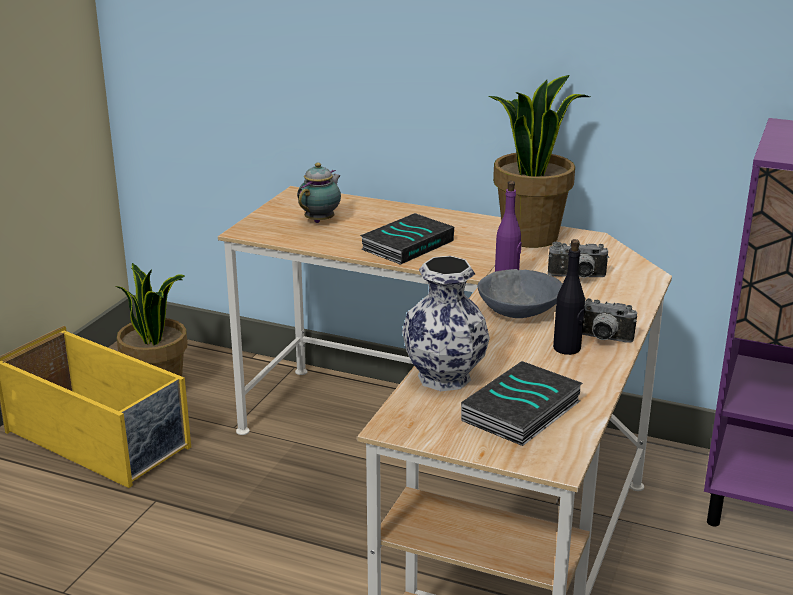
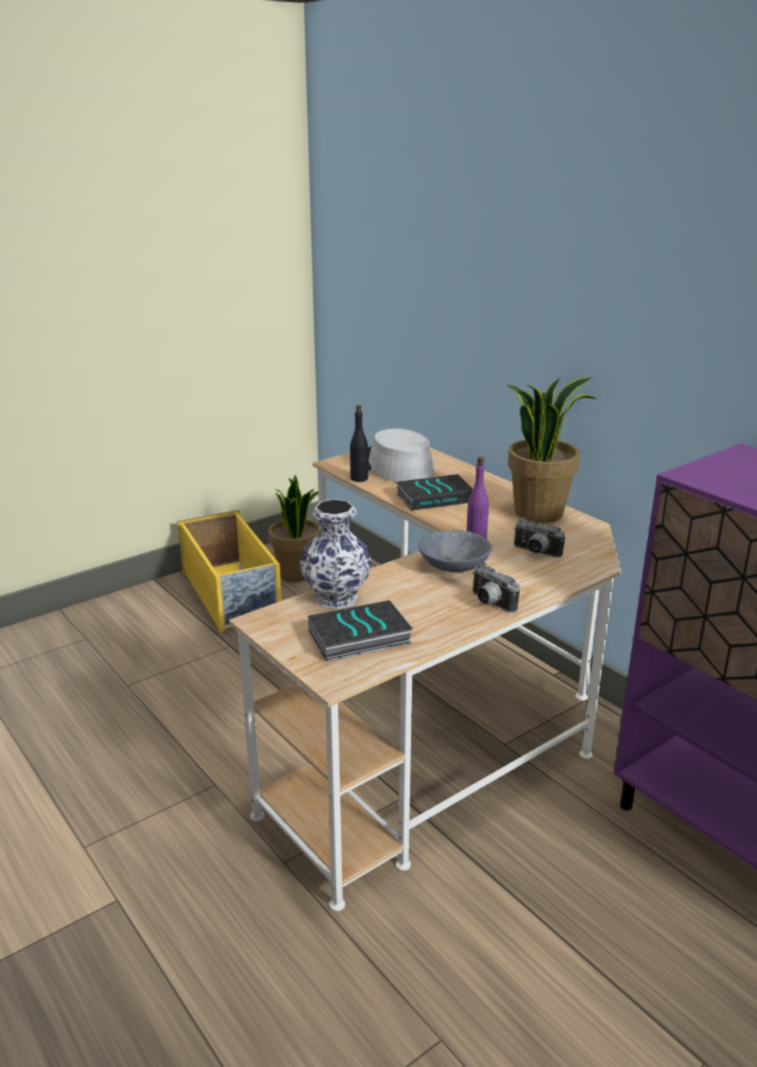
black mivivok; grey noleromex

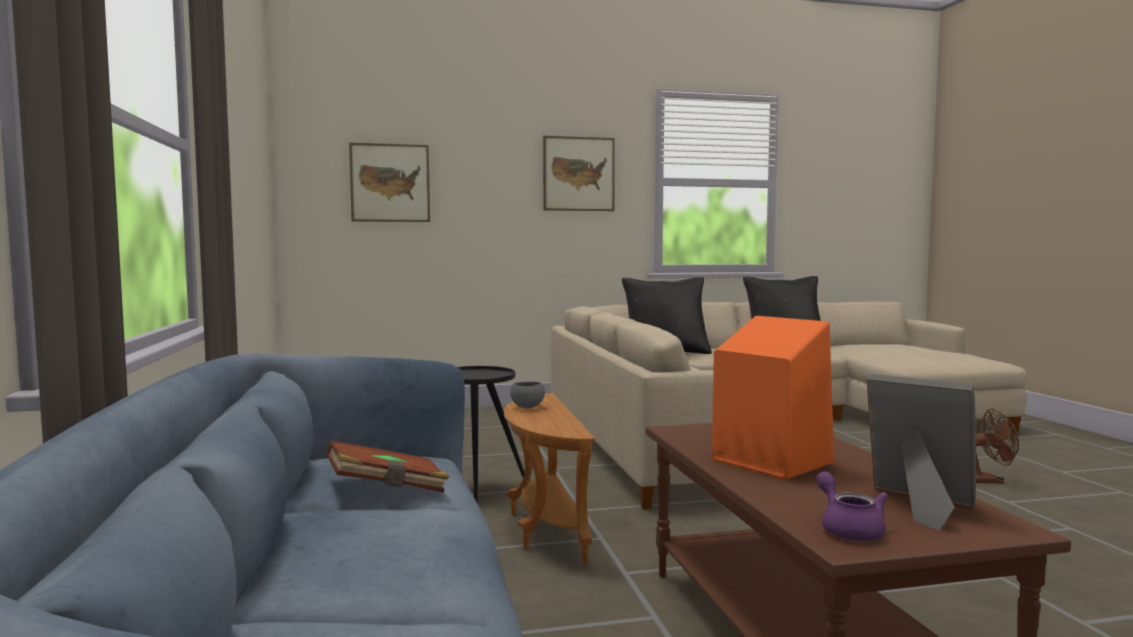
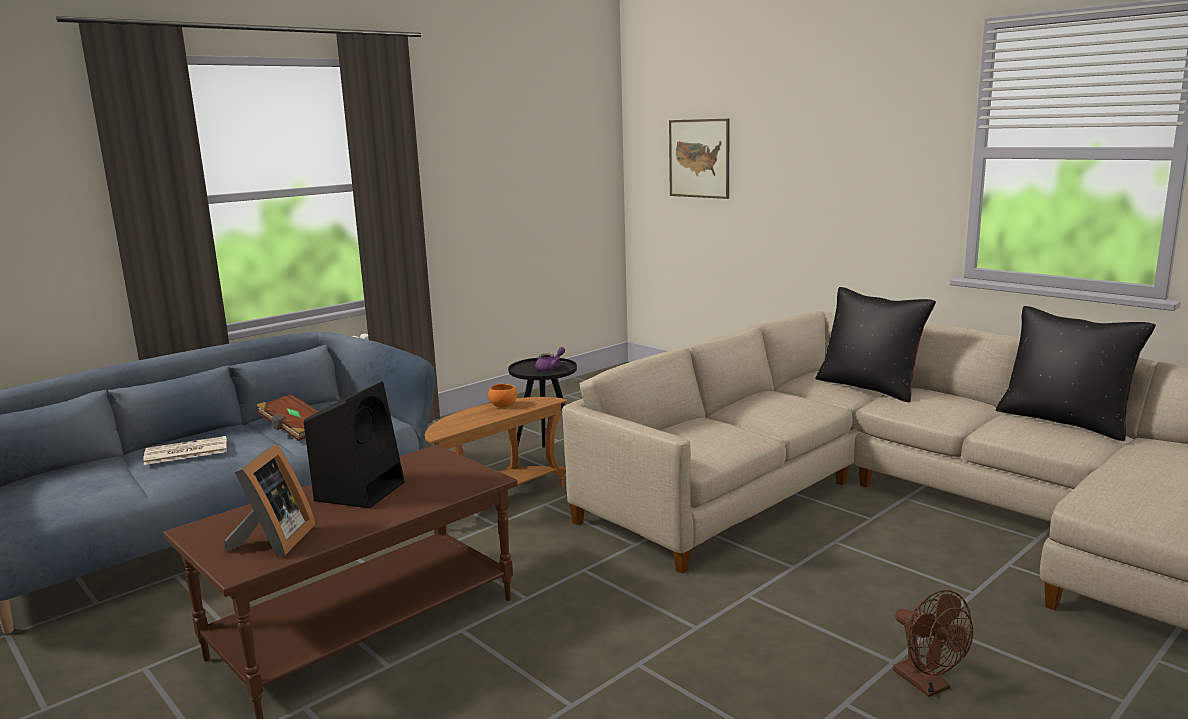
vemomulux (2nd from left in the first image); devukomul; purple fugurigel; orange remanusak; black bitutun

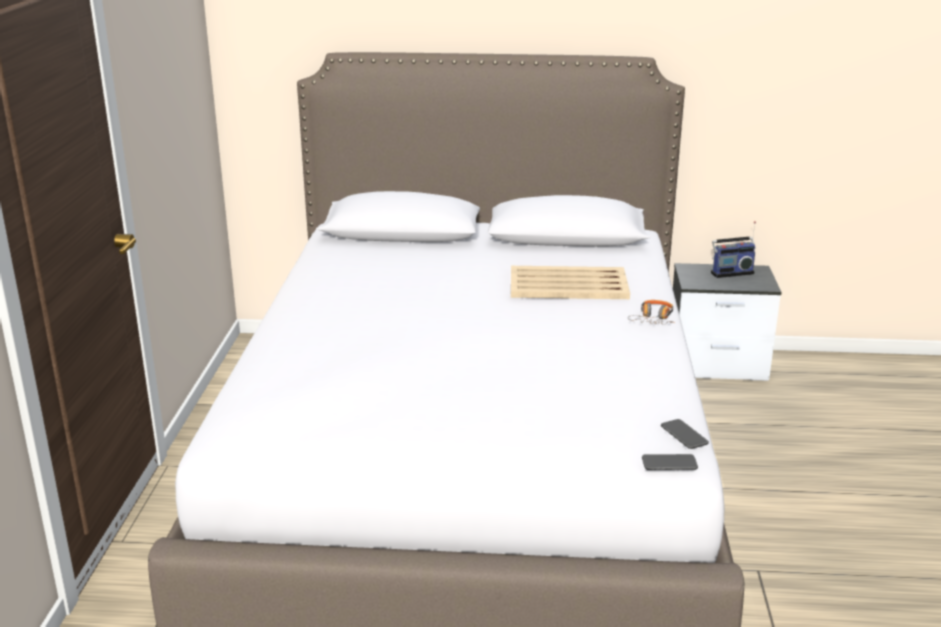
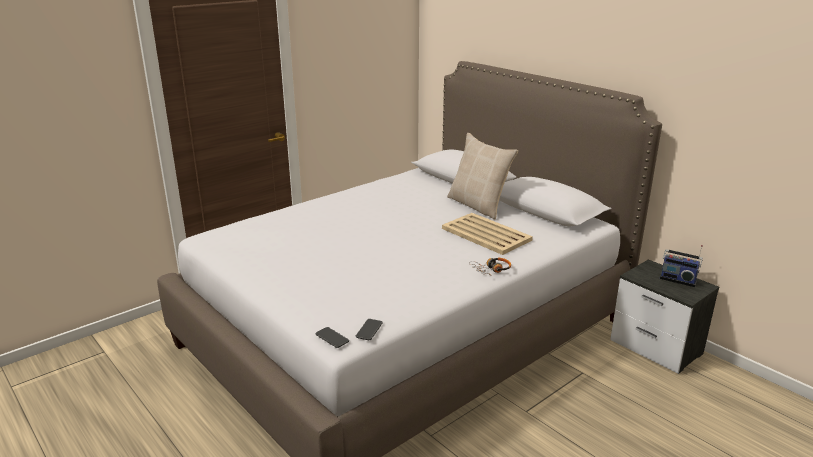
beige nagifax

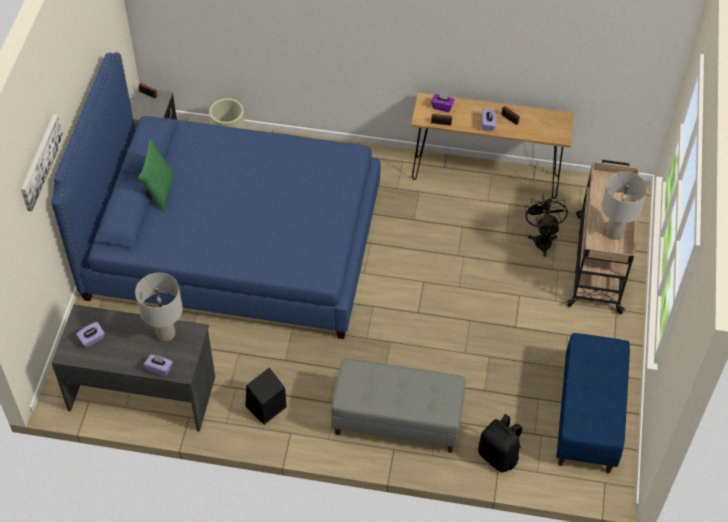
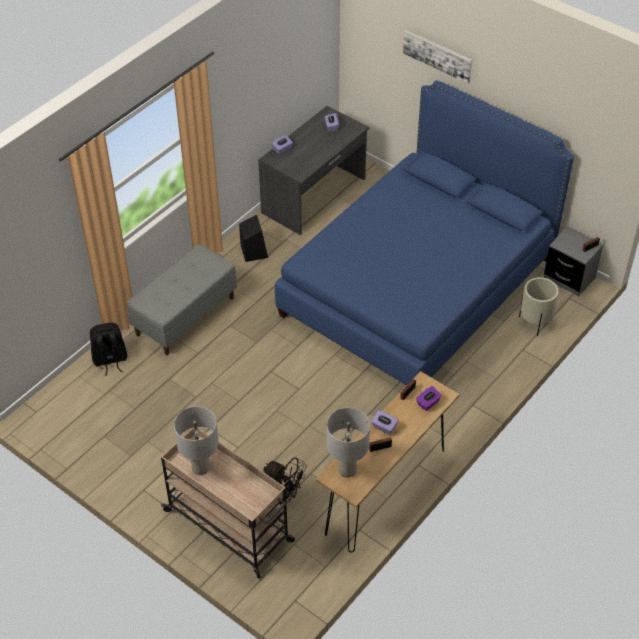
green nagifax; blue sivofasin; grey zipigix (2nd from left)

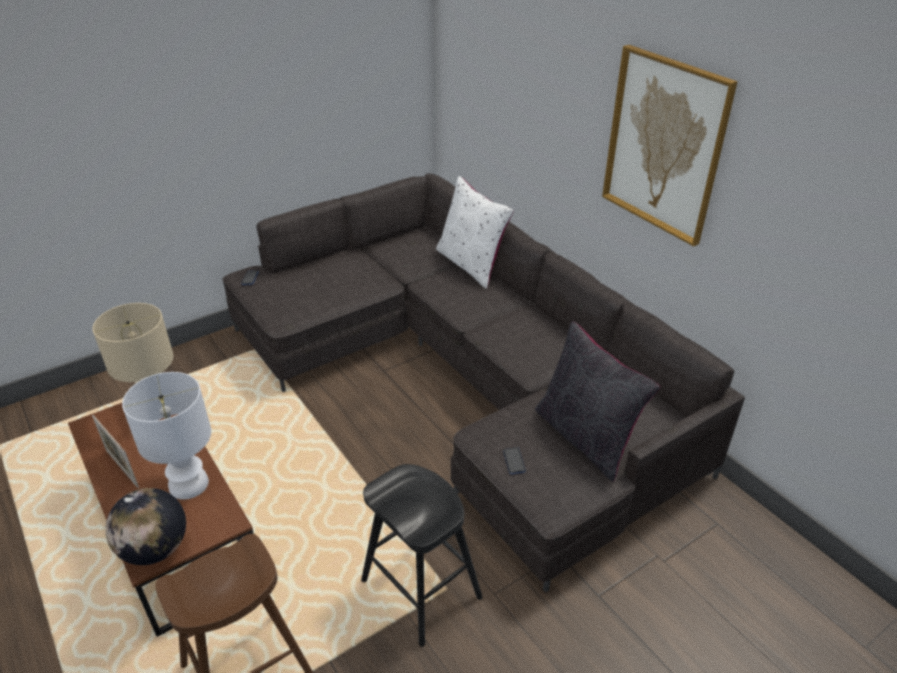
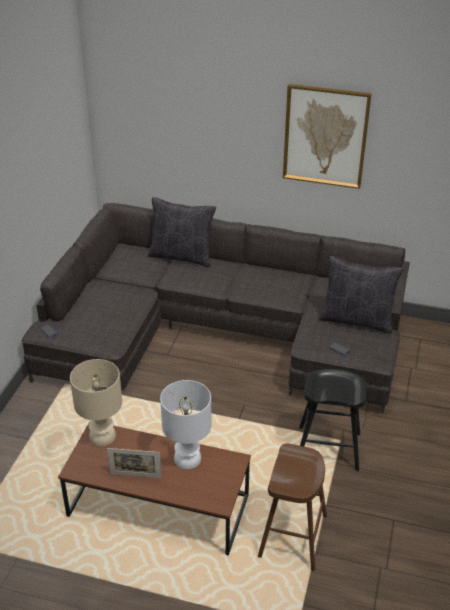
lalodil; black nagifax (1st from left)

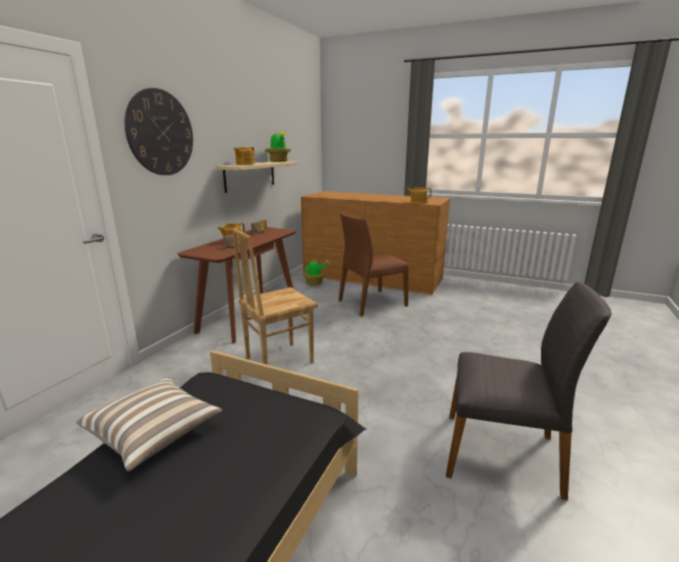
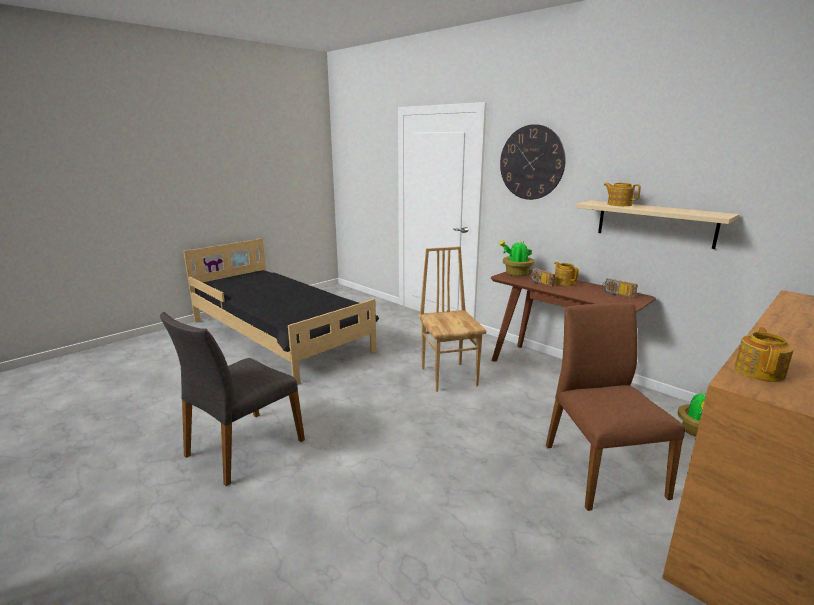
nagifax; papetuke (1st from left)

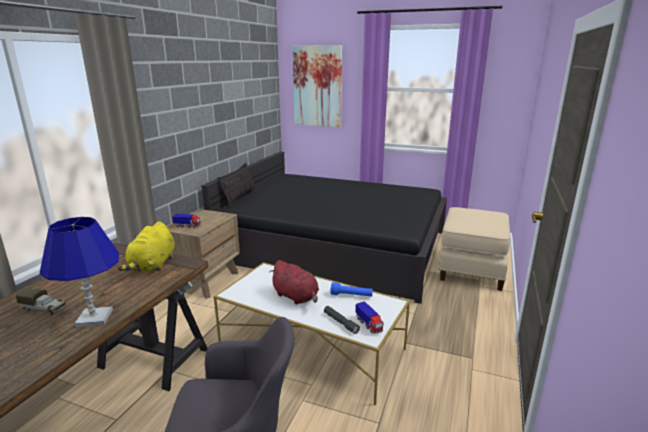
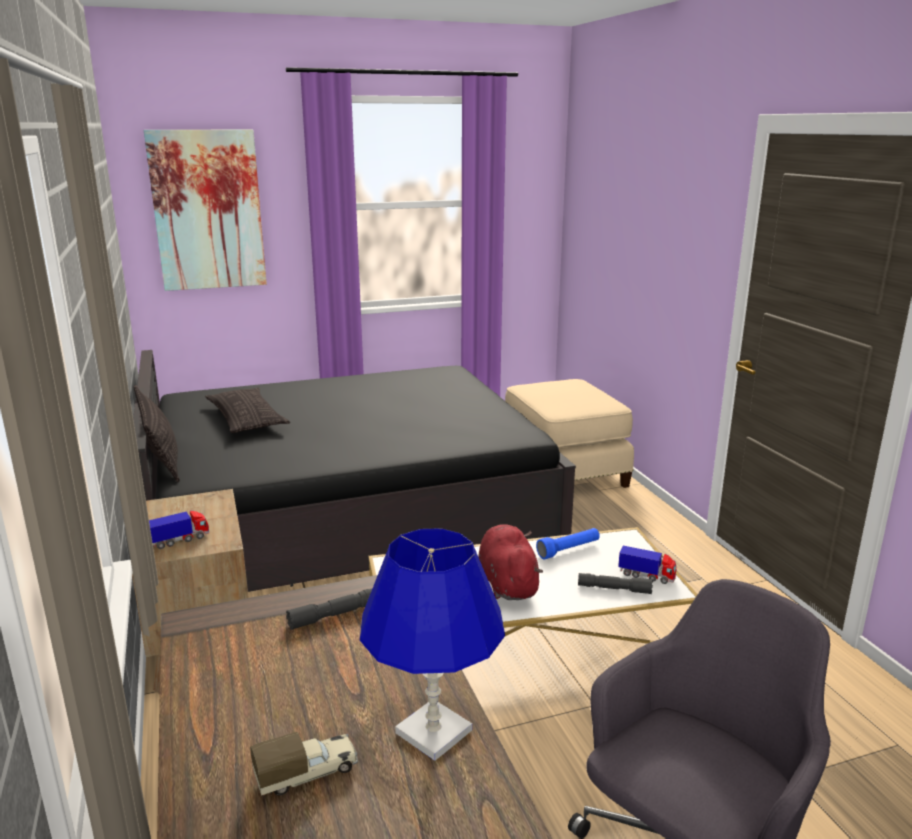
nagifax (2nd from left); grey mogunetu (1st from left); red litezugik

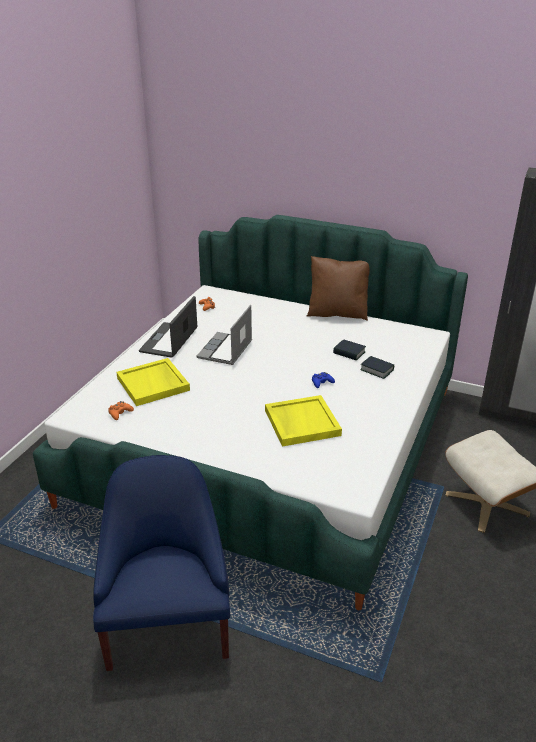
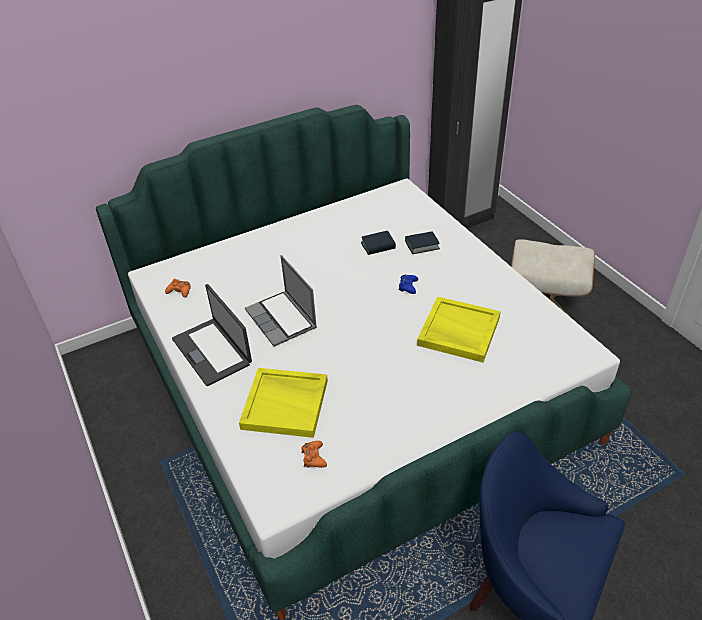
brown nagifax

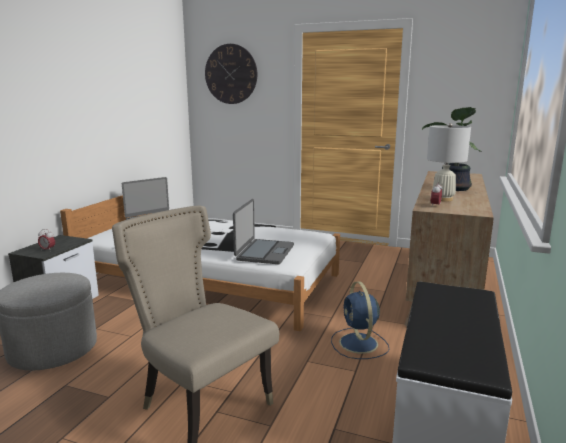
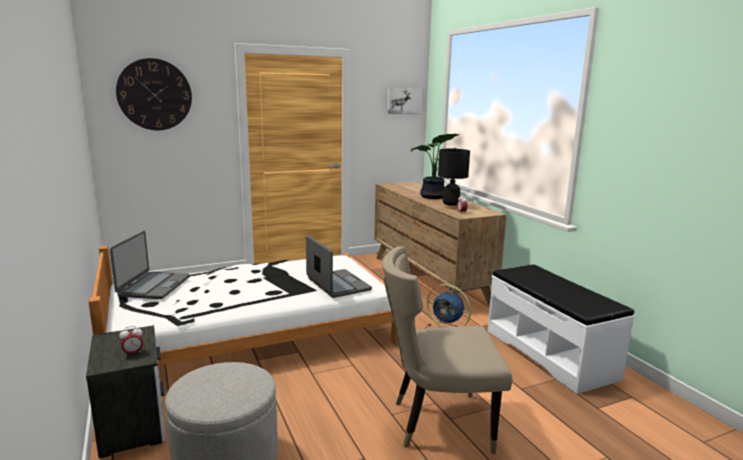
vemomulux; black zipigix

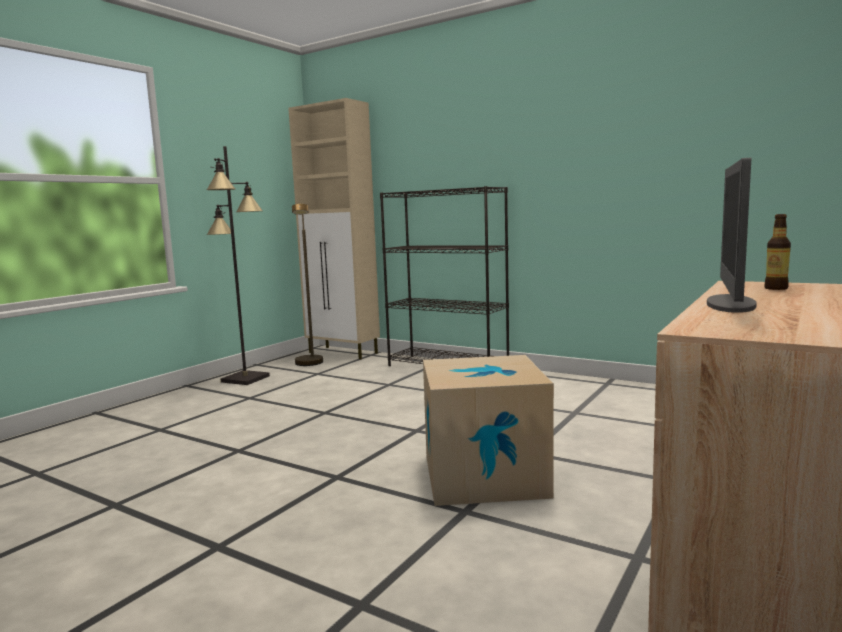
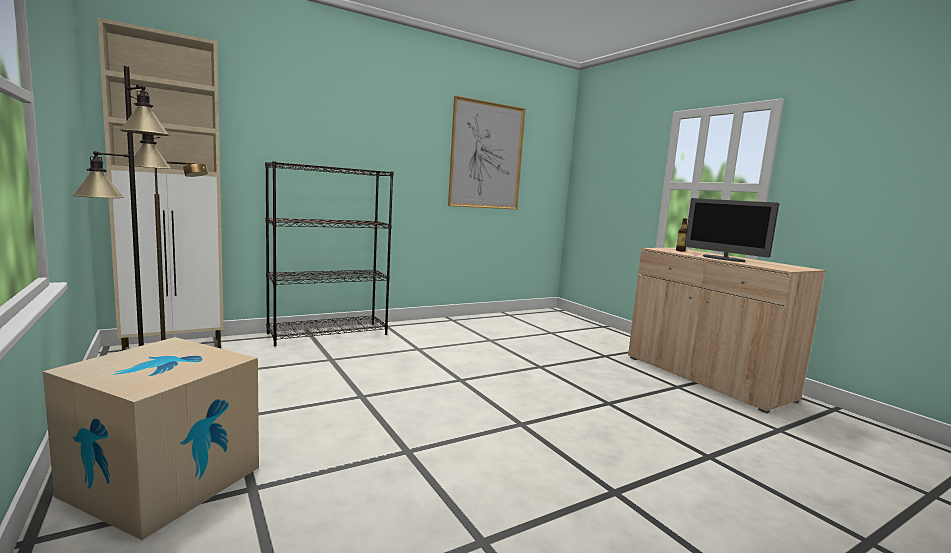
vemomulux; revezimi

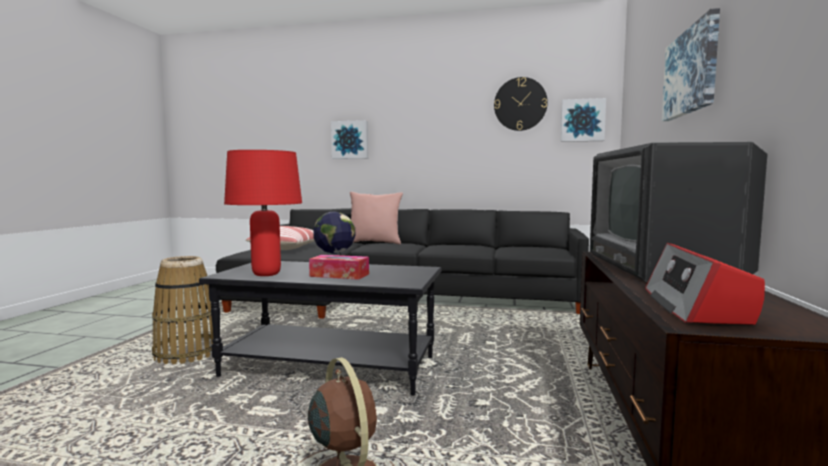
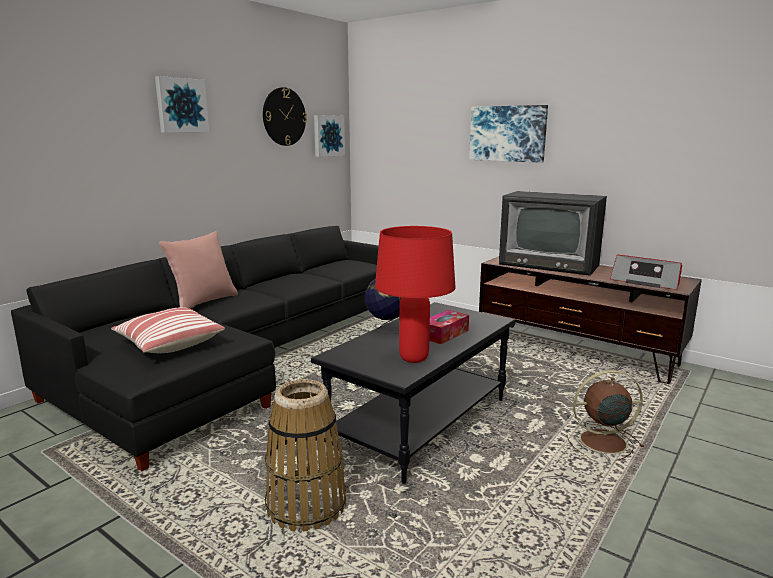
vemomulux (1st from left)

